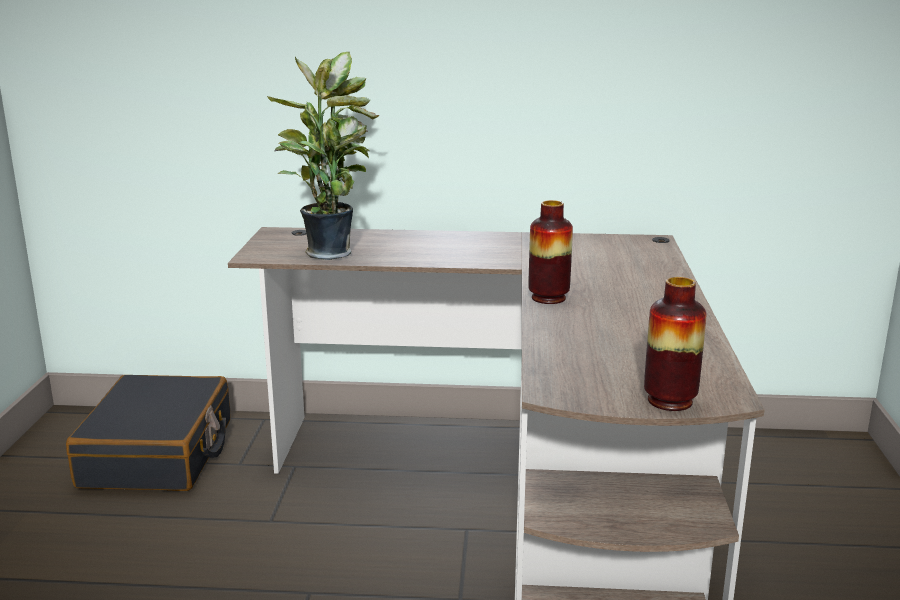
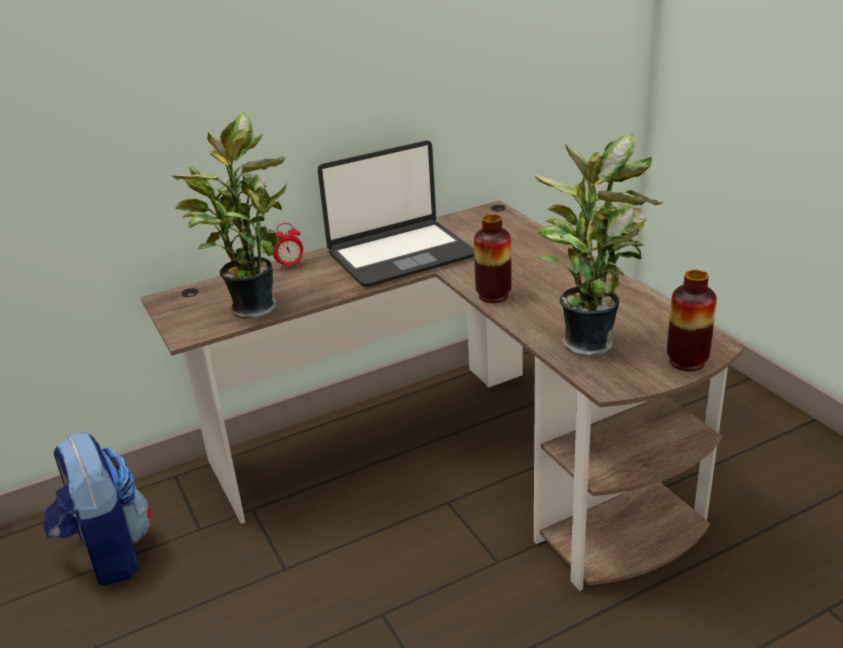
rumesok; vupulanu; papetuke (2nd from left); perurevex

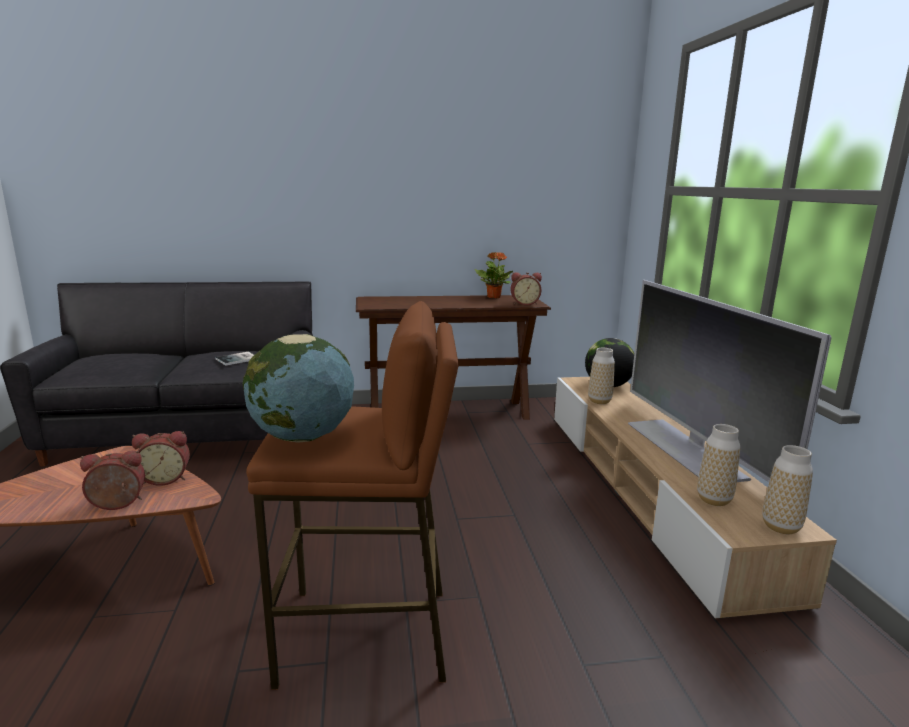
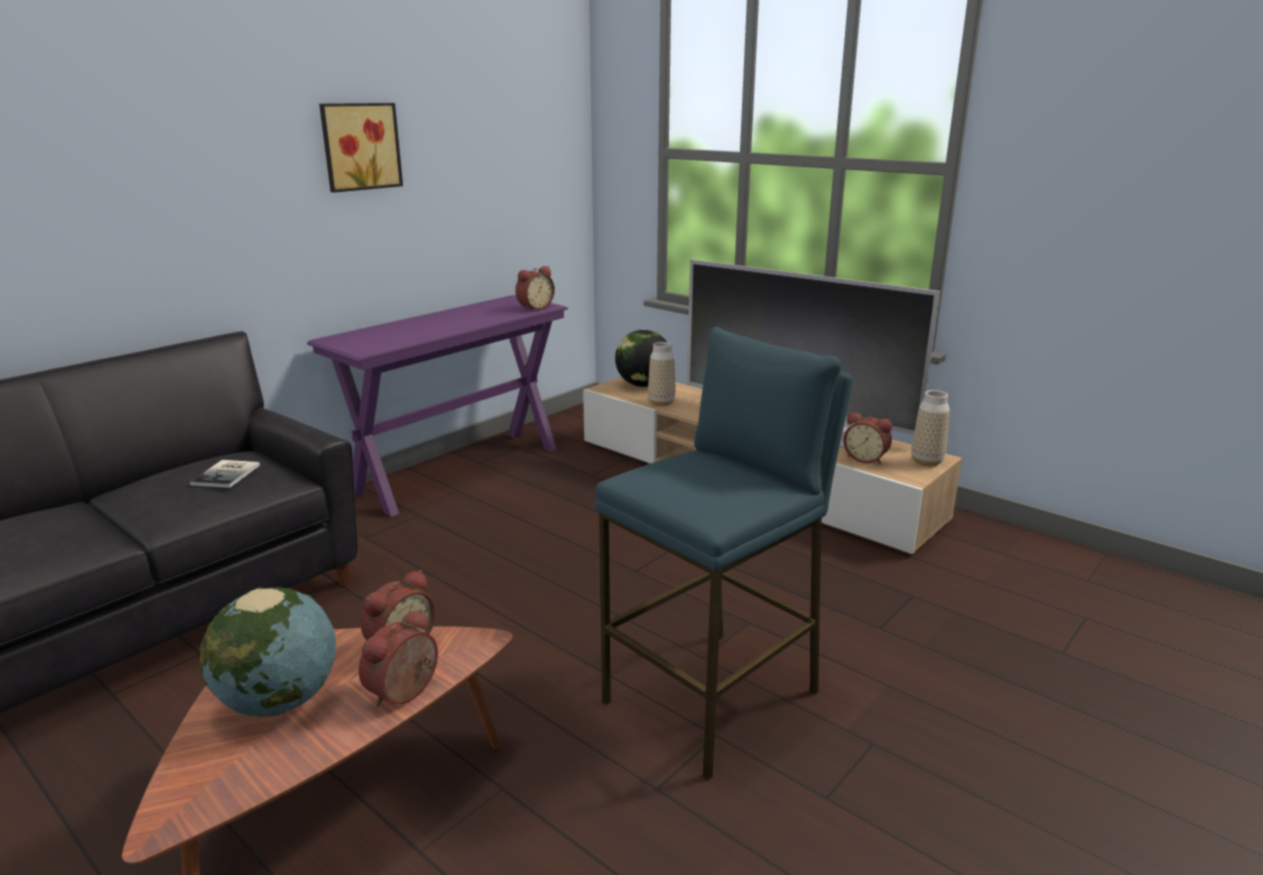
papetuke; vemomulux; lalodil (1st from left); rumesok (4th from left); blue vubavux; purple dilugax

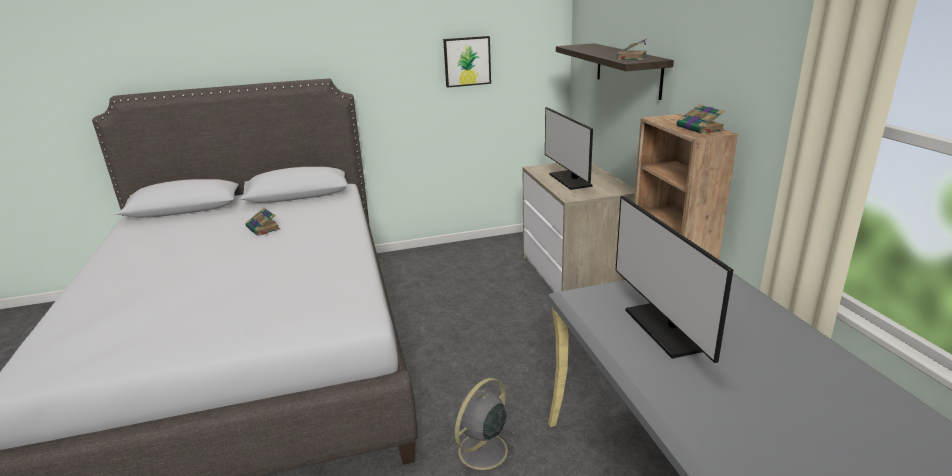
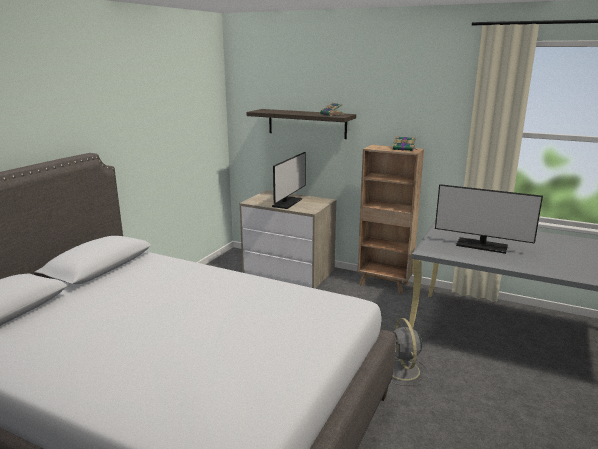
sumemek (1st from left in the first image); vemomulux; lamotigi (1st from left)

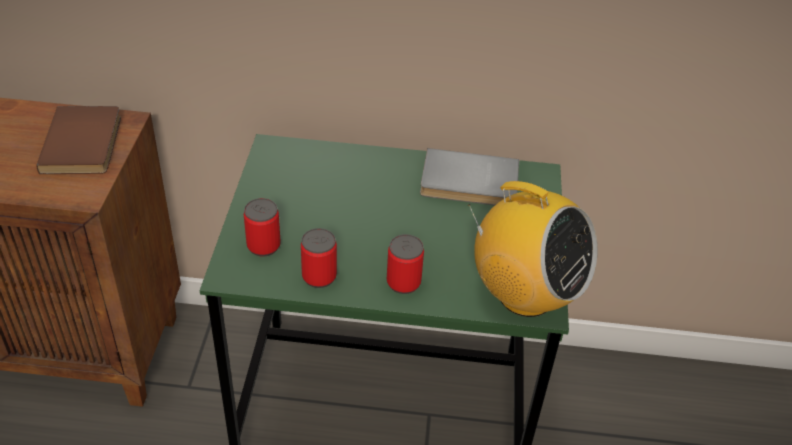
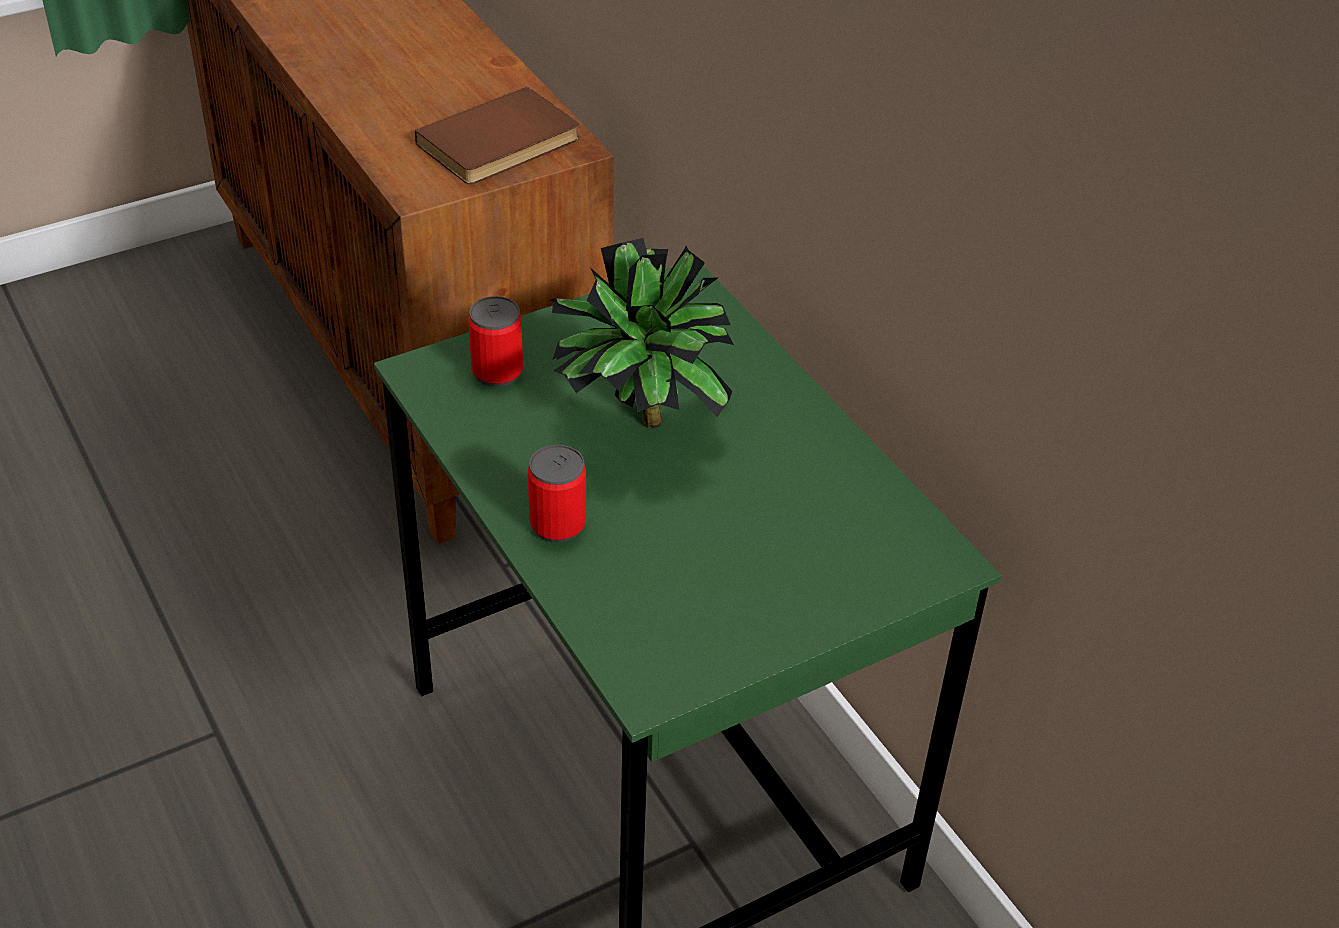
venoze (2nd from left in the first image); grey sumemek; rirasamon; papetuke

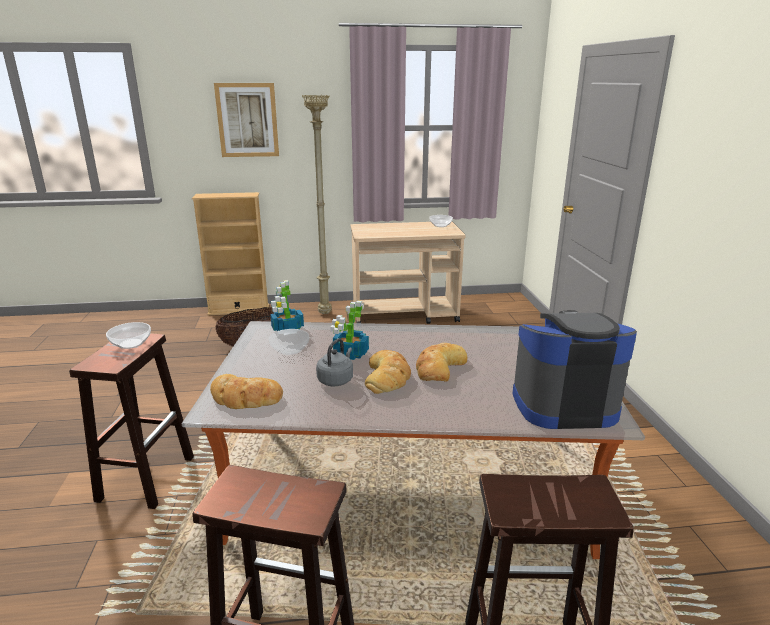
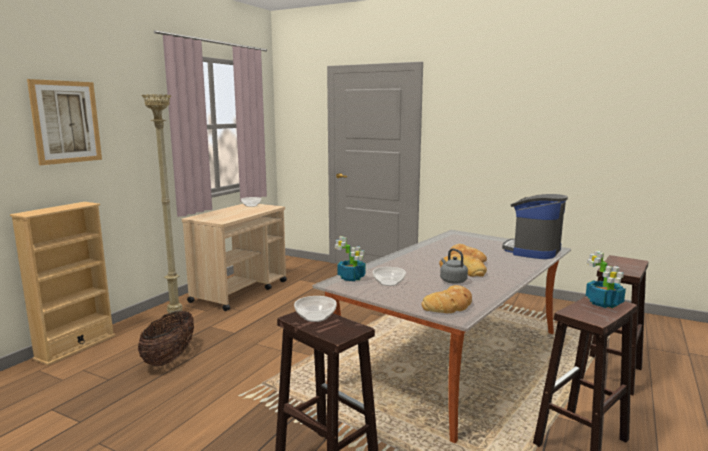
papetuke (2nd from left)

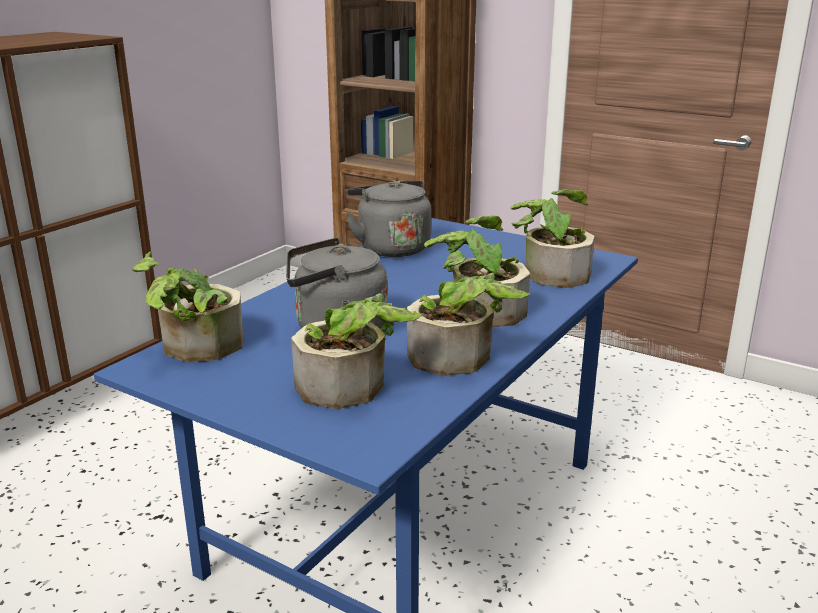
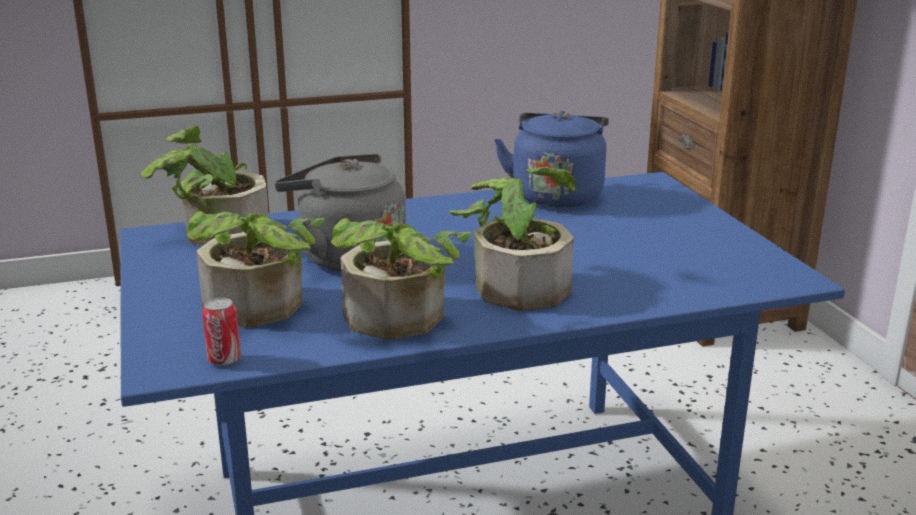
papetuke (5th from left in the first image); venoze; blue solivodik

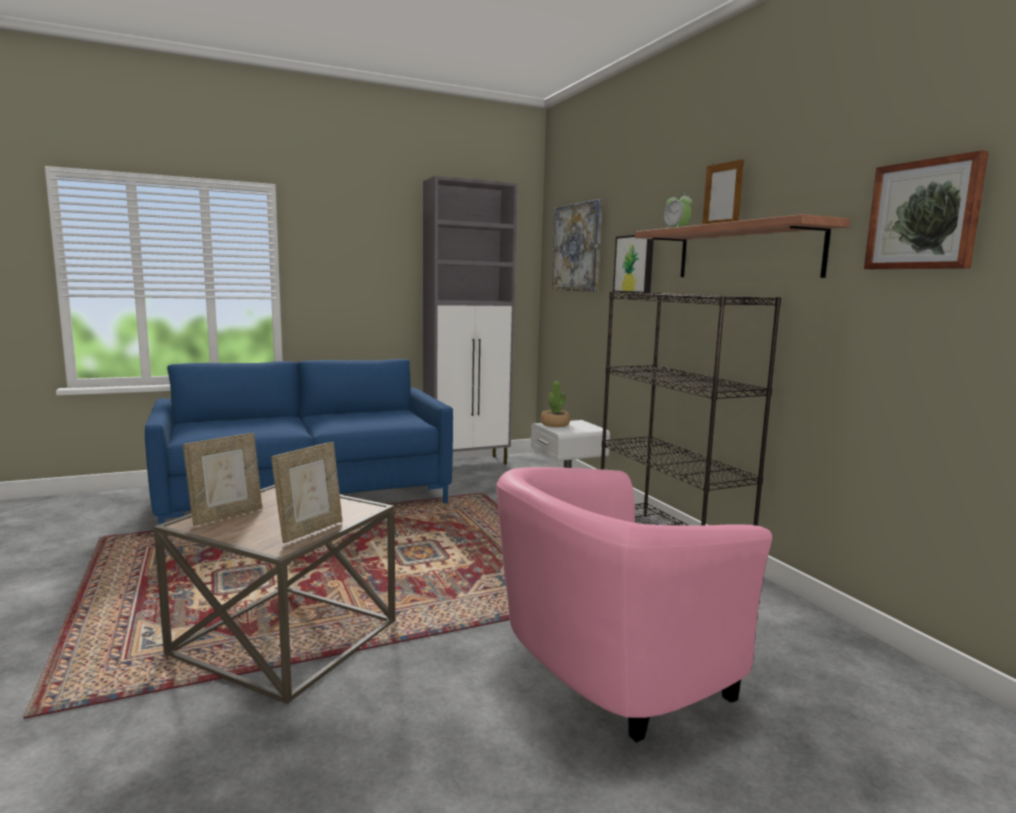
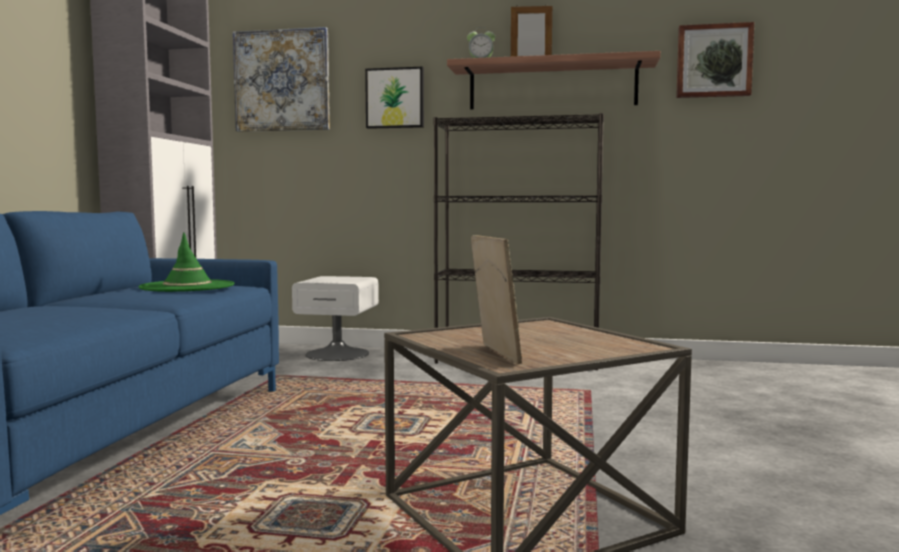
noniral (2nd from left in the first image); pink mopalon; papetuke; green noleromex

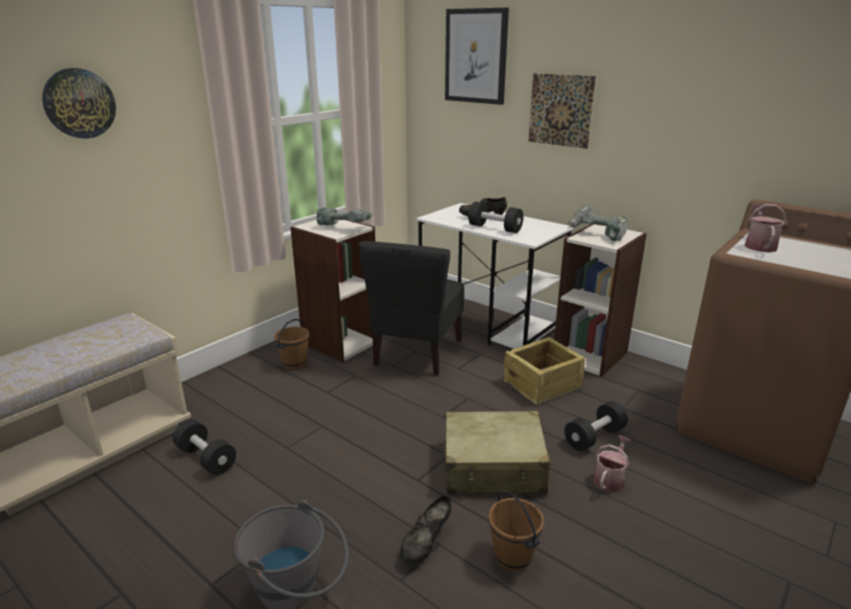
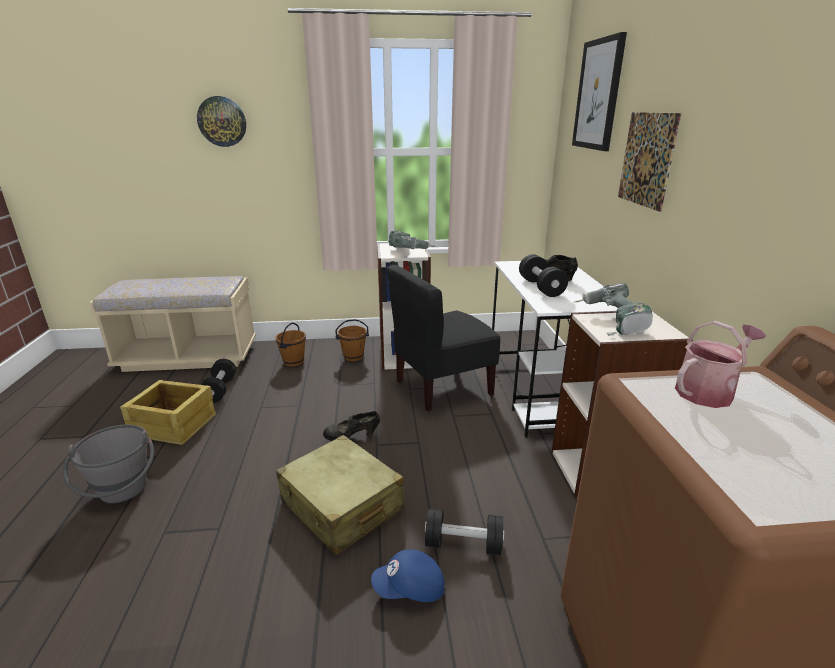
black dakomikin (1st from left); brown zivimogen (1st from left); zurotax; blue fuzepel

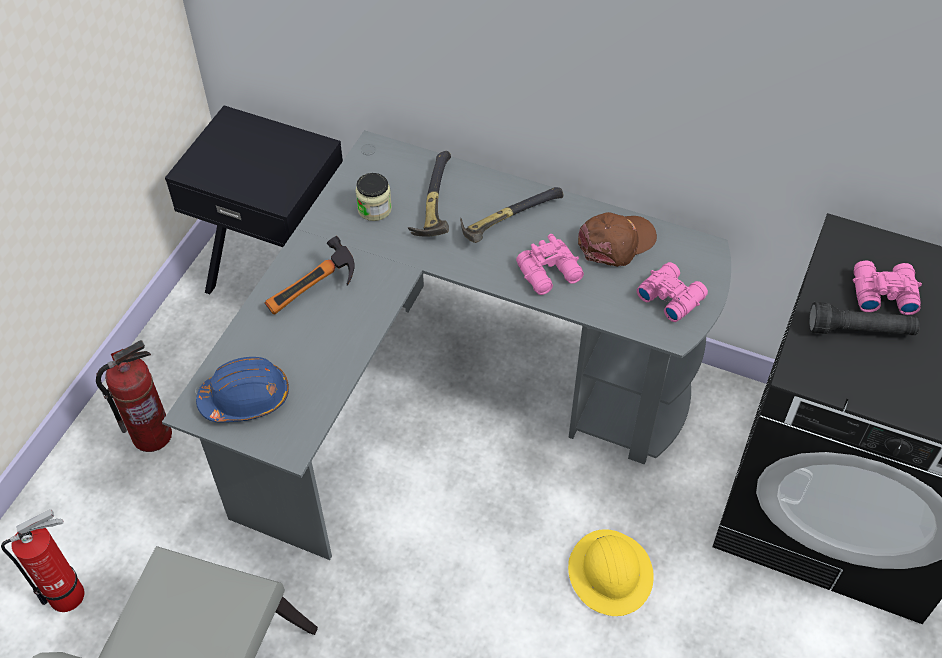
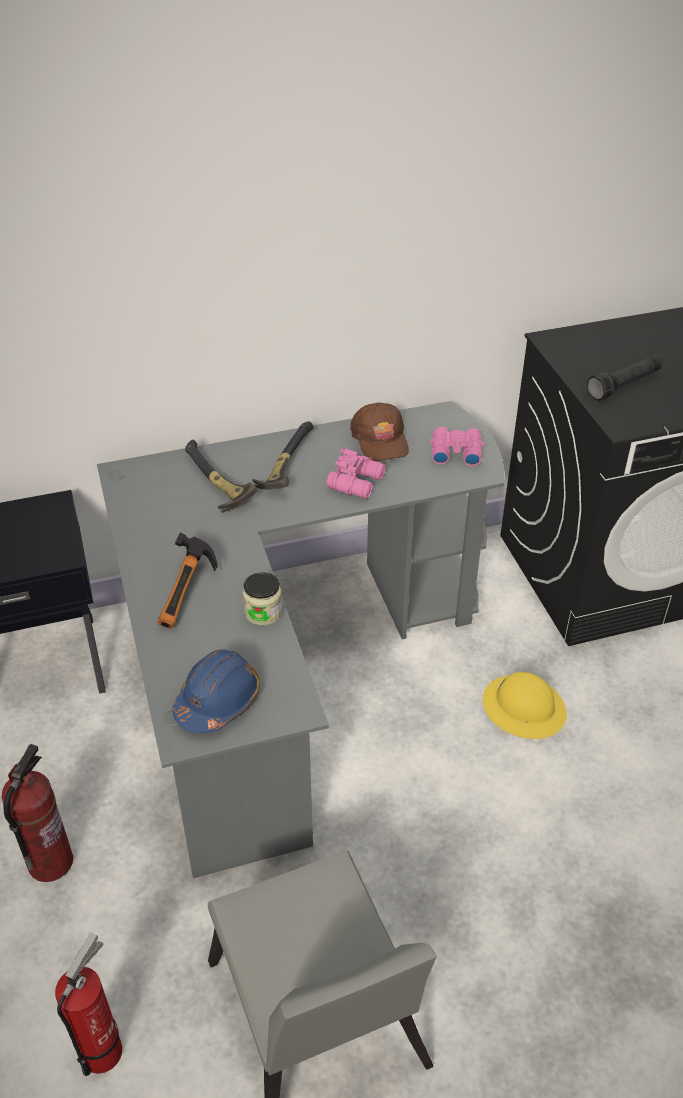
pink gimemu (3rd from left in the first image); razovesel; brown fuzepel

